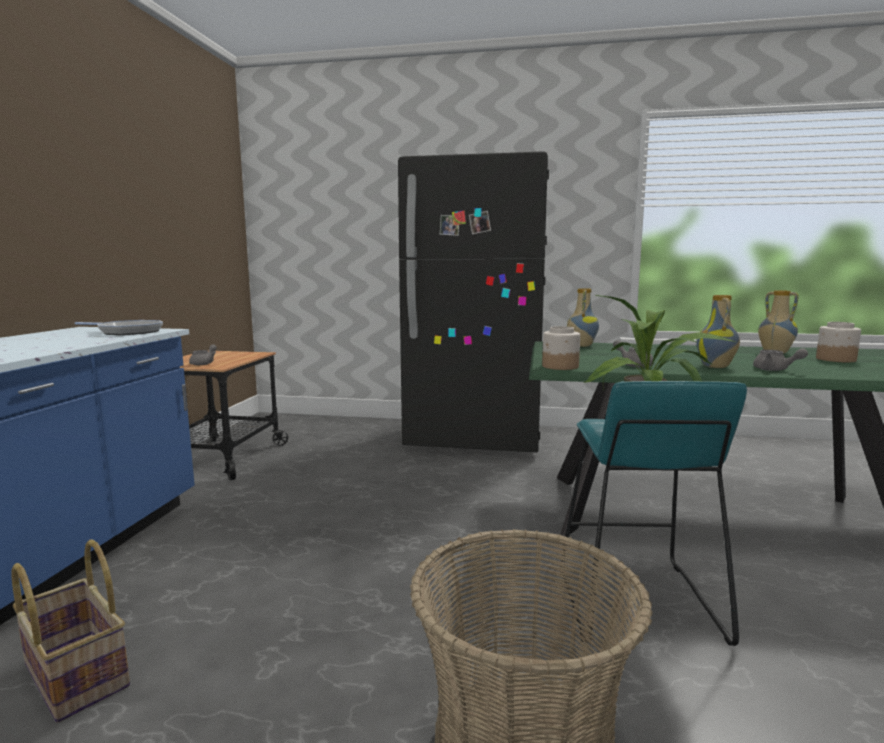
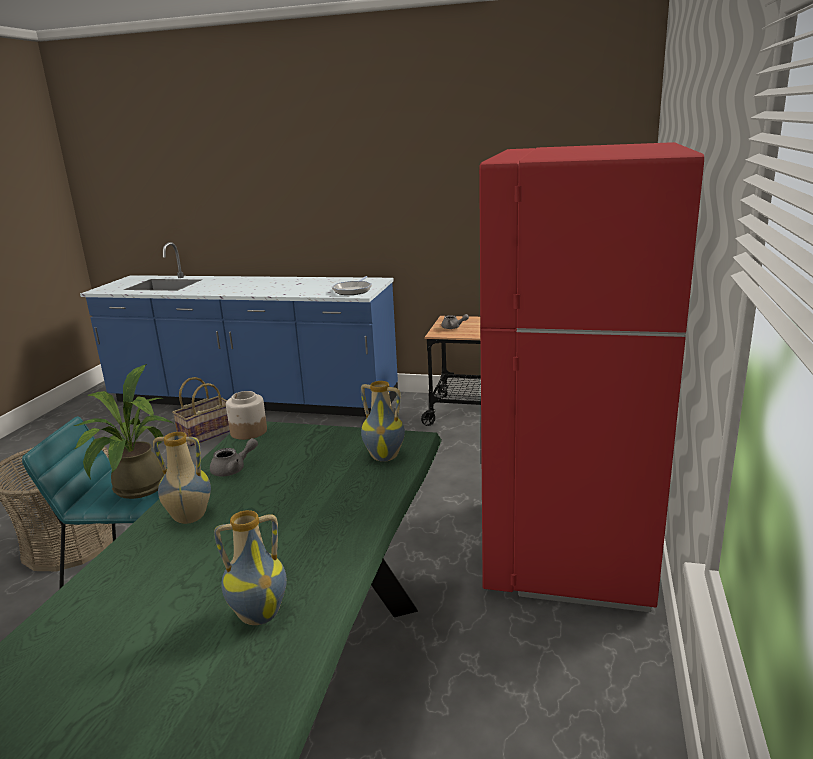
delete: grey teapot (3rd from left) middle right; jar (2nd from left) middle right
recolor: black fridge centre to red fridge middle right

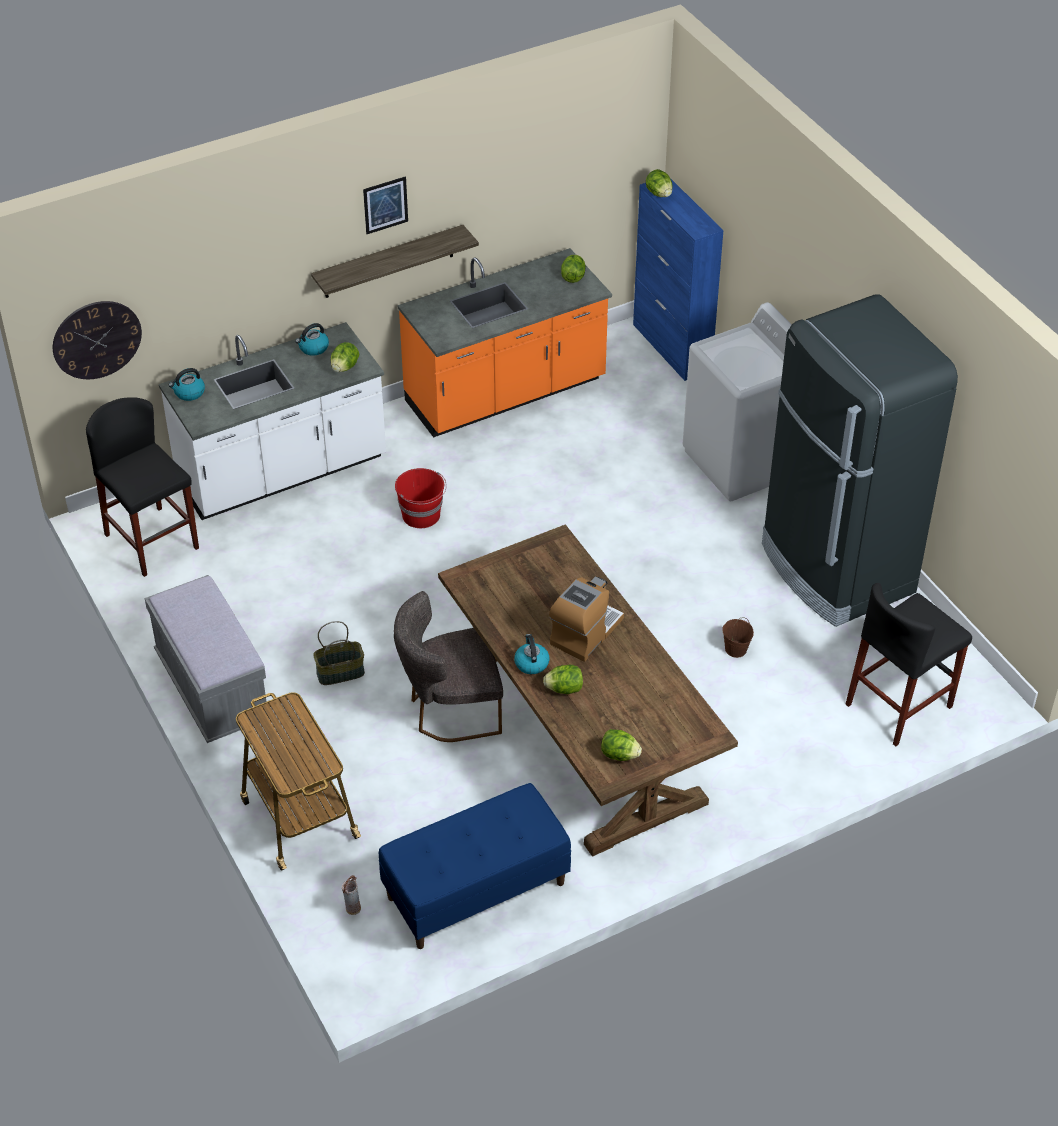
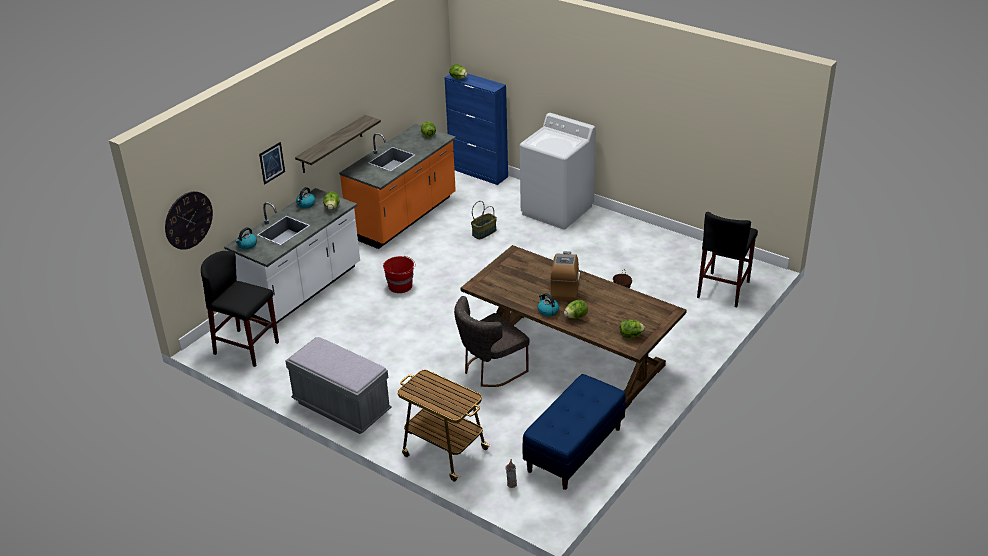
delete: black fridge middle right
move: basket middle left to centre; picture top centre to top left

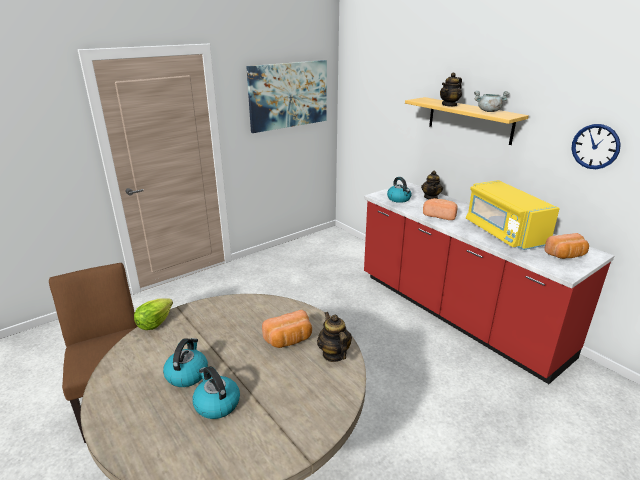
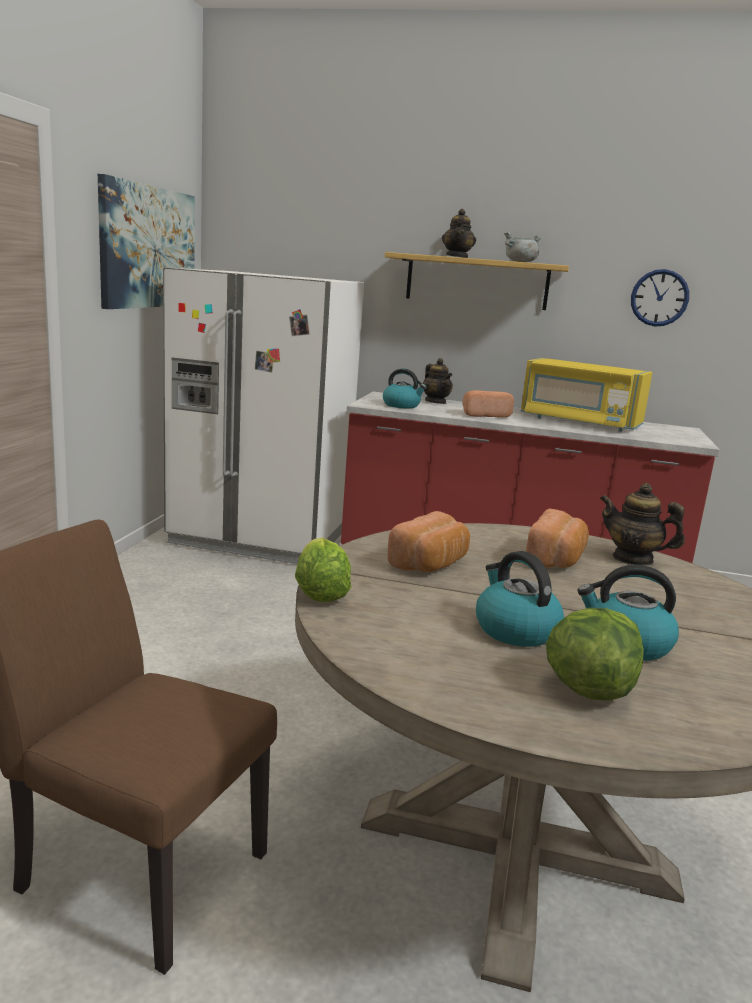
insert: white fridge centre; lettuce (2nd from left) middle right
move: bread (3rd from left in the first image) middle right to bread (1st from left) centre

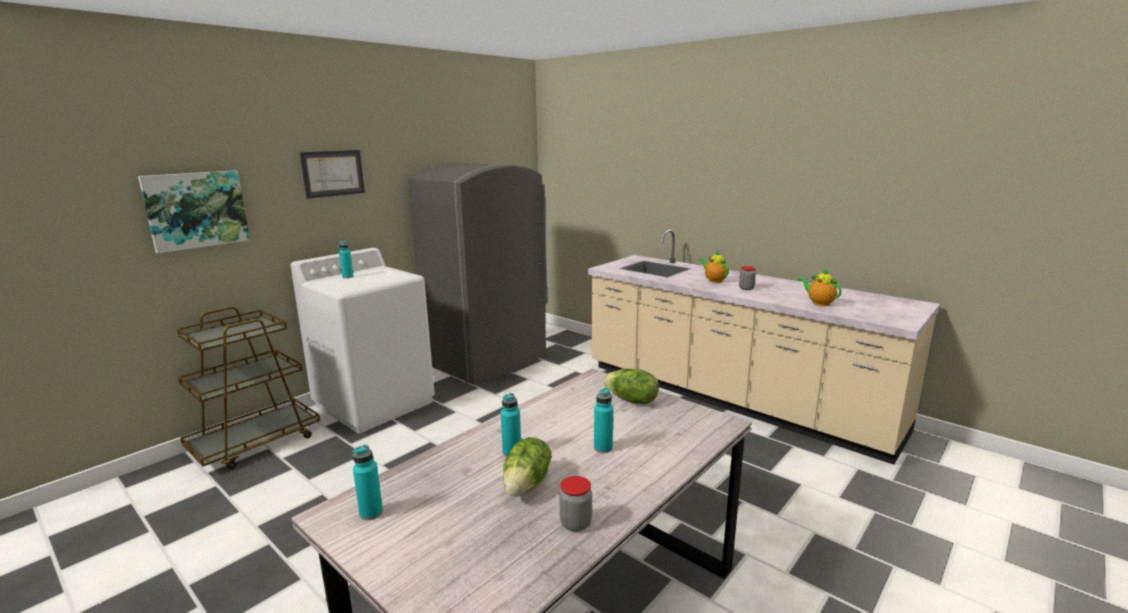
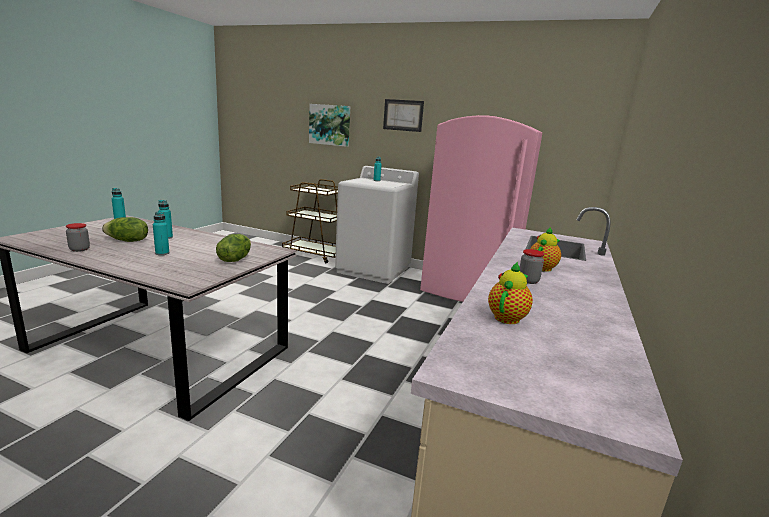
recolor: grey fridge centre to pink fridge centre

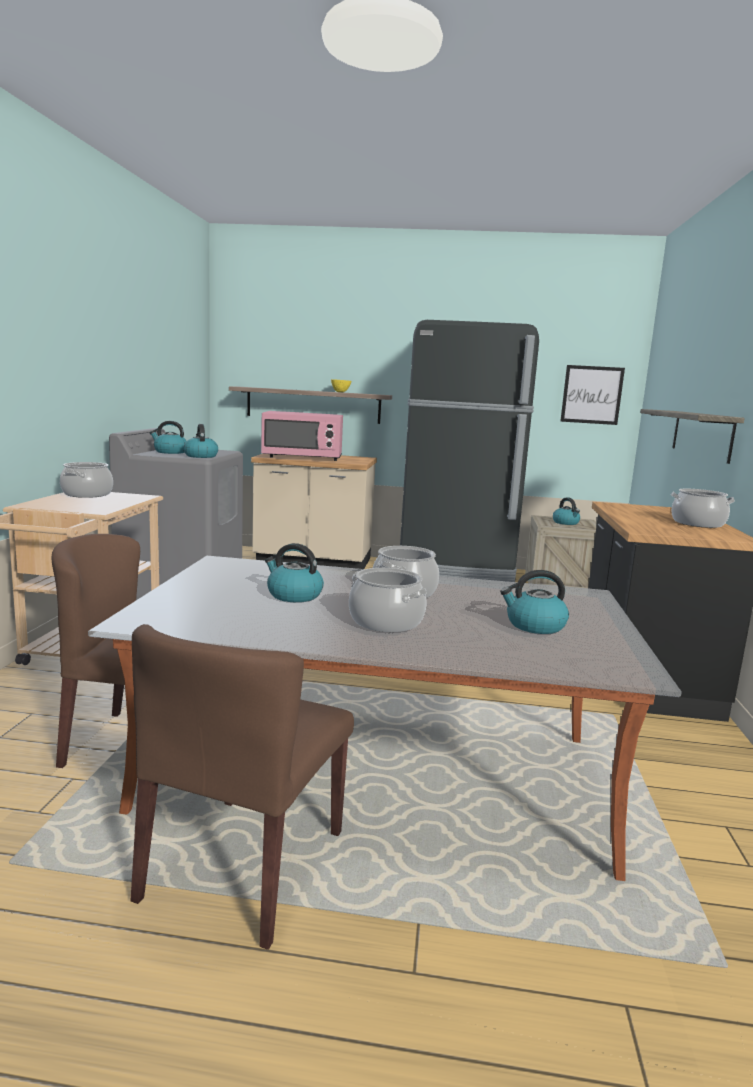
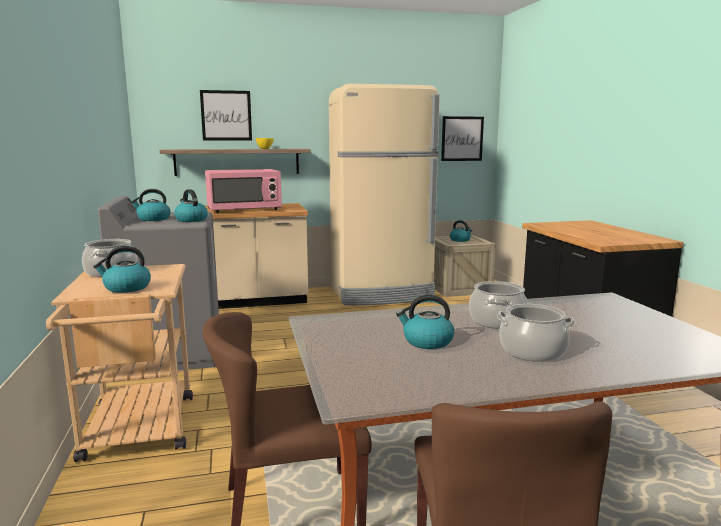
delete: shelf (2nd from left) middle right; cooking pot (4th from left) middle right
insert: picture (1st from left) top left
move: kettle (4th from left in the first image) middle right to kettle (1st from left) middle left
recolor: black fridge centre to beige fridge centre

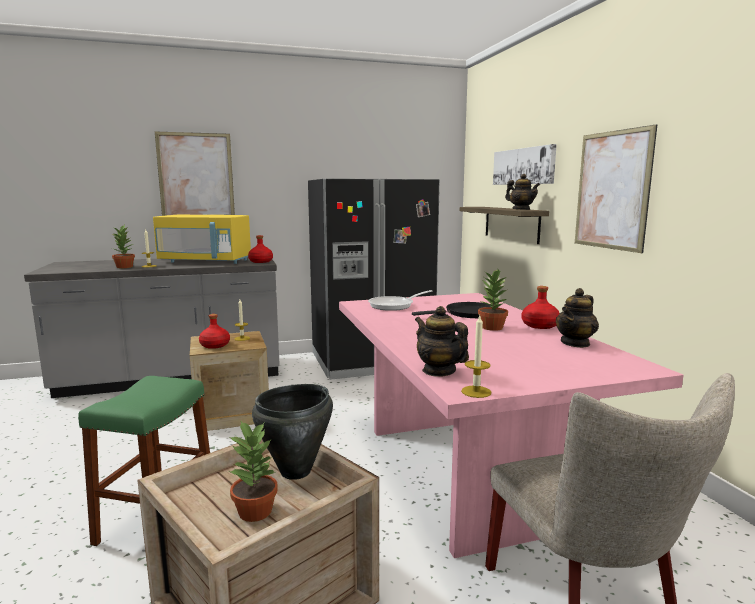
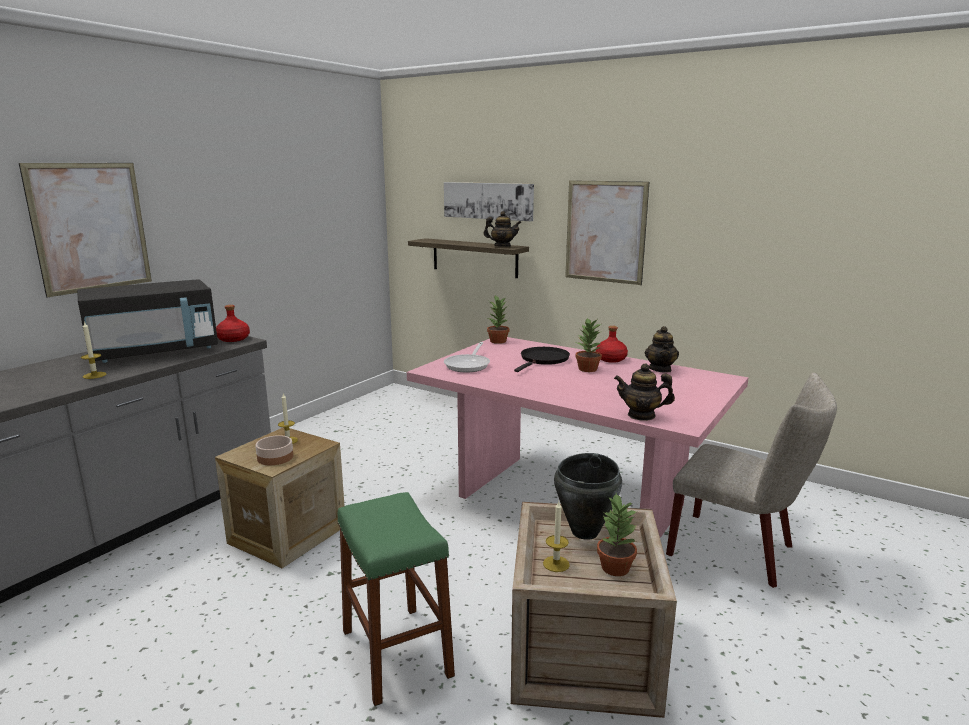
delete: black fridge centre
move: potted plant (1st from left) middle left to centre; candle (3rd from left) centre to bottom centre
replace: red bottle (1st from left) middle left to bowl middle left
recolor: yellow microwave middle left to black microwave middle left

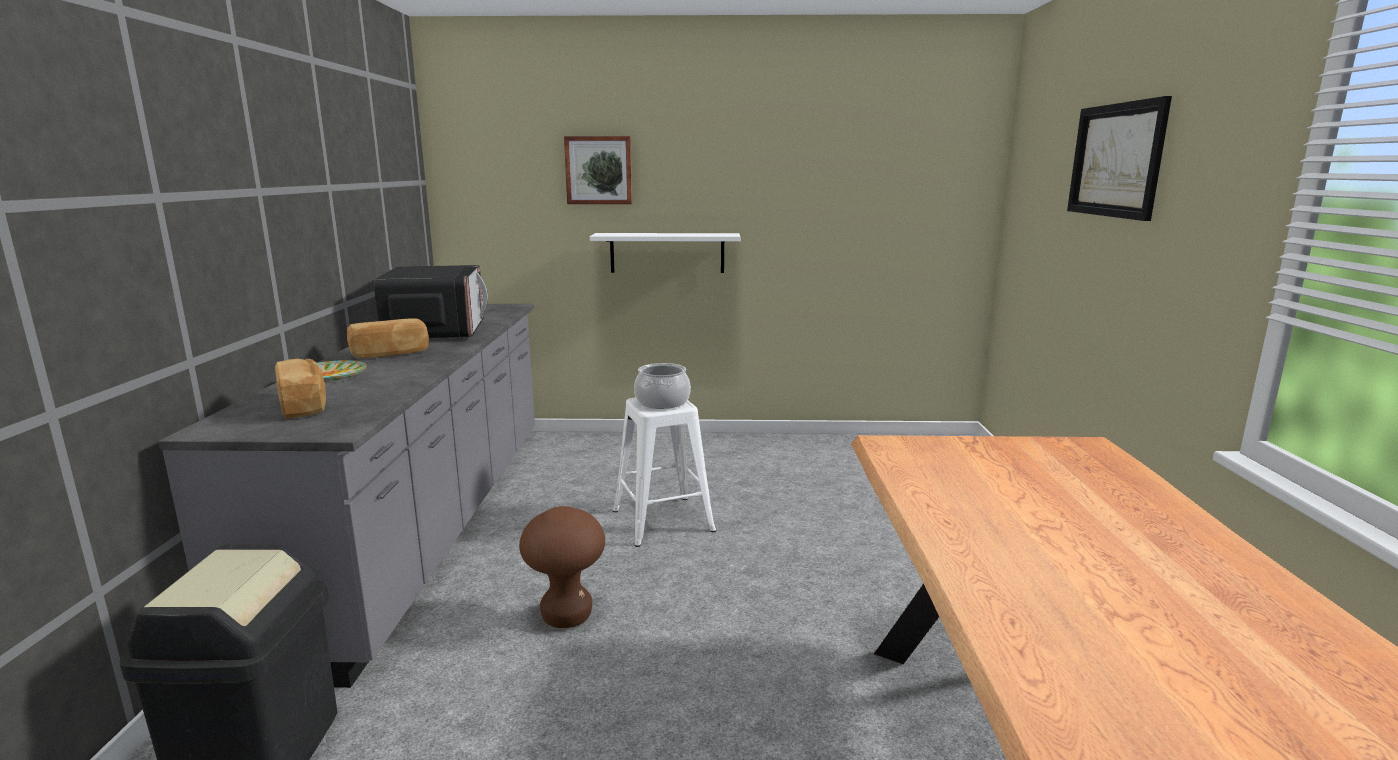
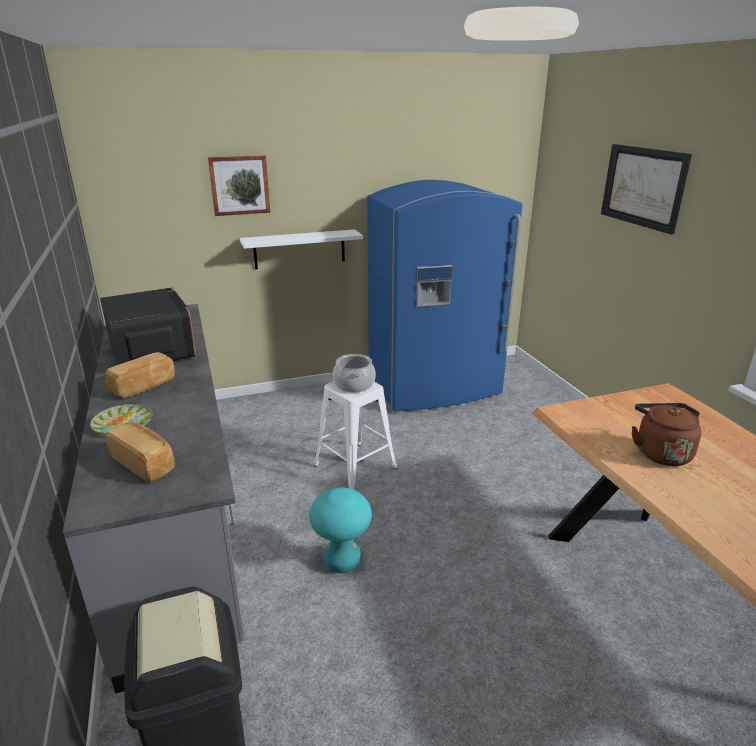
insert: blue fridge centre; brown kettle middle right
recolor: brown stool bottom centre to turquoise stool bottom centre

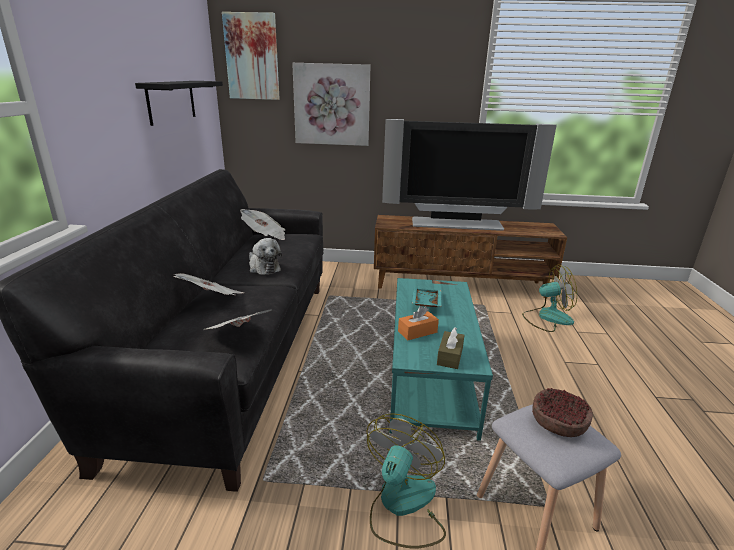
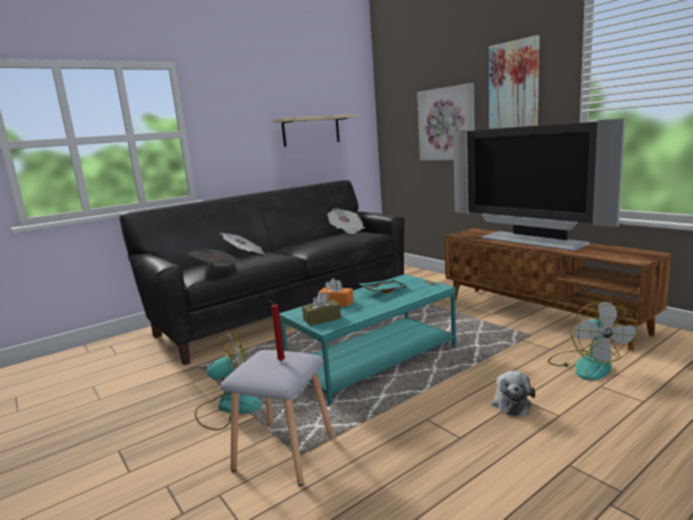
move: picture (1st from left in the first image) top centre to picture (2nd from left) top right; plush toy centre to bottom right
replace: bowl bottom right to red candle centre
recolor: black shelf top left to beige shelf top centre
rotate: fan (2nd from left) middle right = middle right 45 degrees clockwise

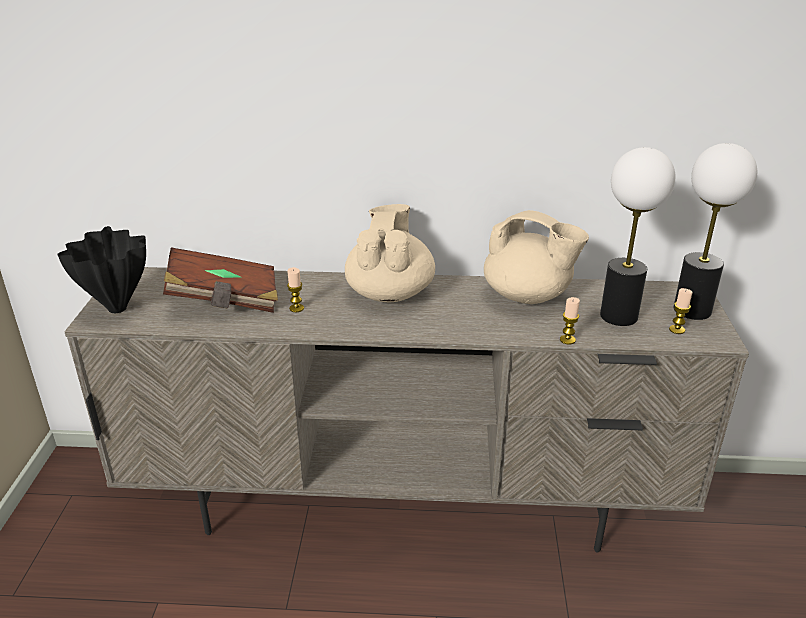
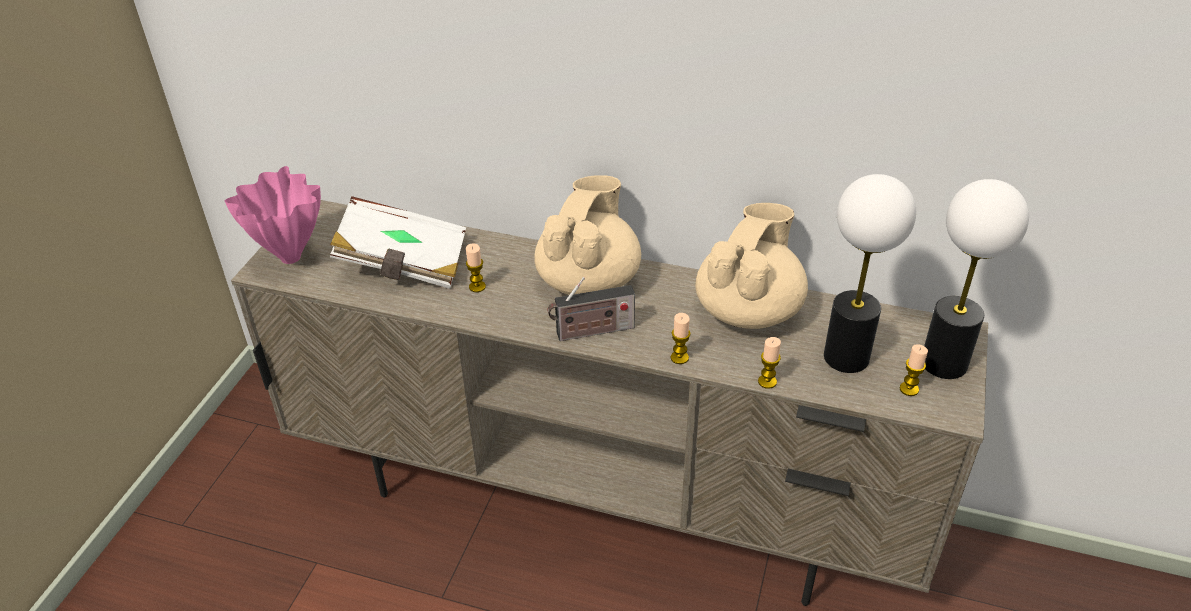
insert: radio centre; candle (2nd from left) centre
recolor: black vase middle left to pink vase middle left; brown book middle left to white book centre
rotate: beige teapot (2nd from left) centre = centre 105 degrees counterclockwise

